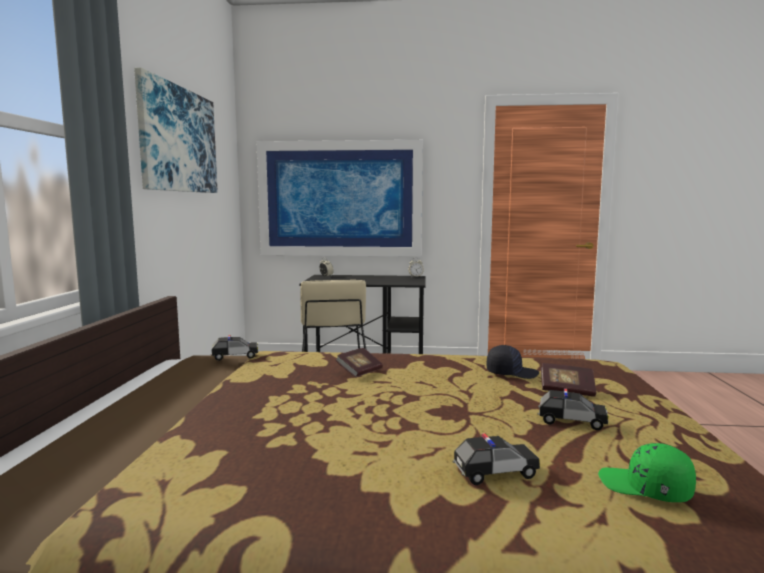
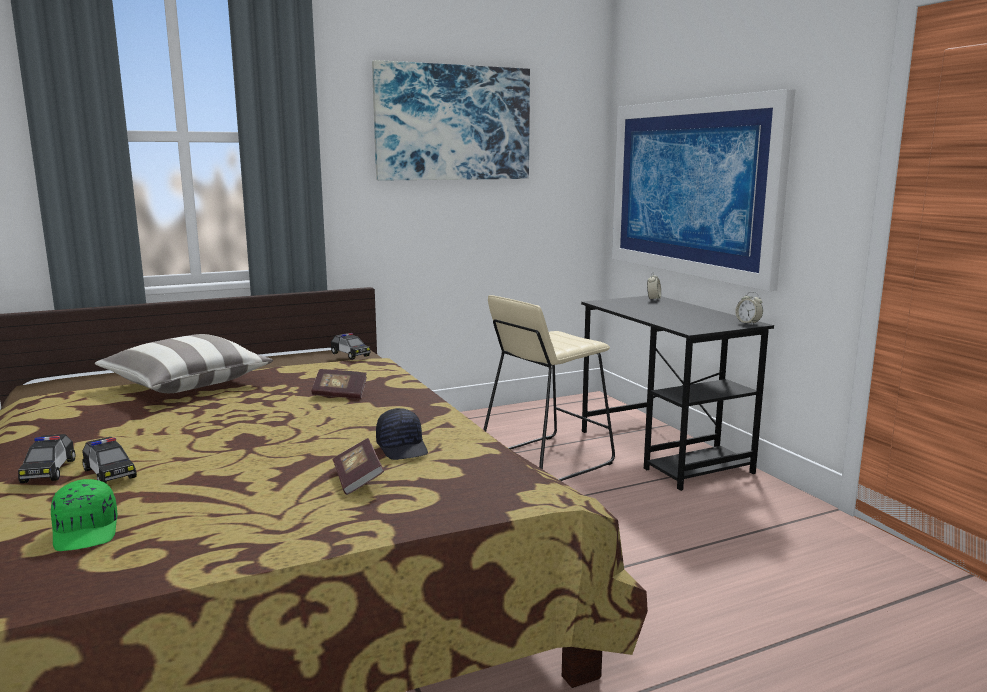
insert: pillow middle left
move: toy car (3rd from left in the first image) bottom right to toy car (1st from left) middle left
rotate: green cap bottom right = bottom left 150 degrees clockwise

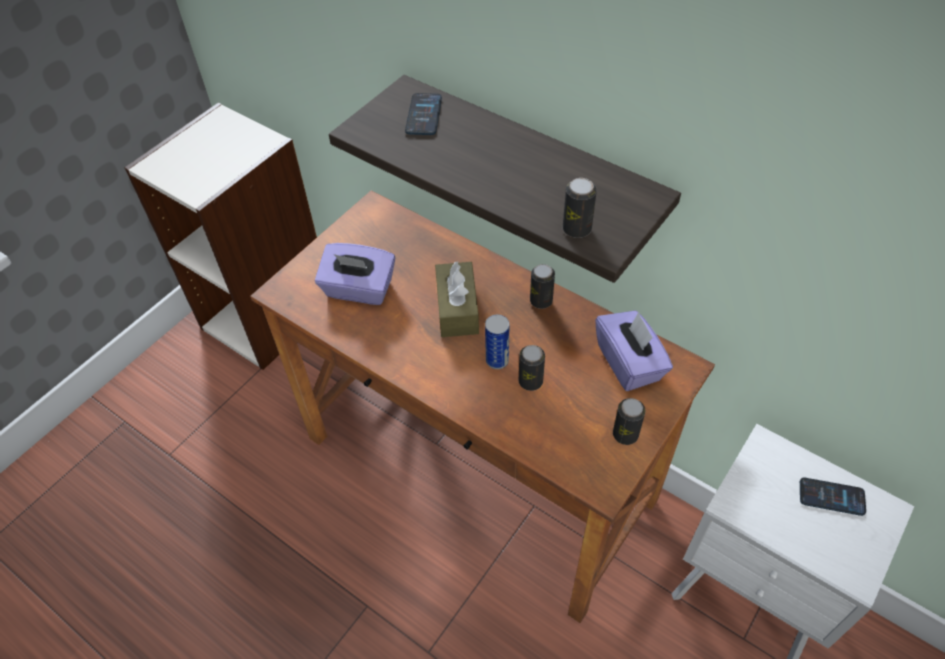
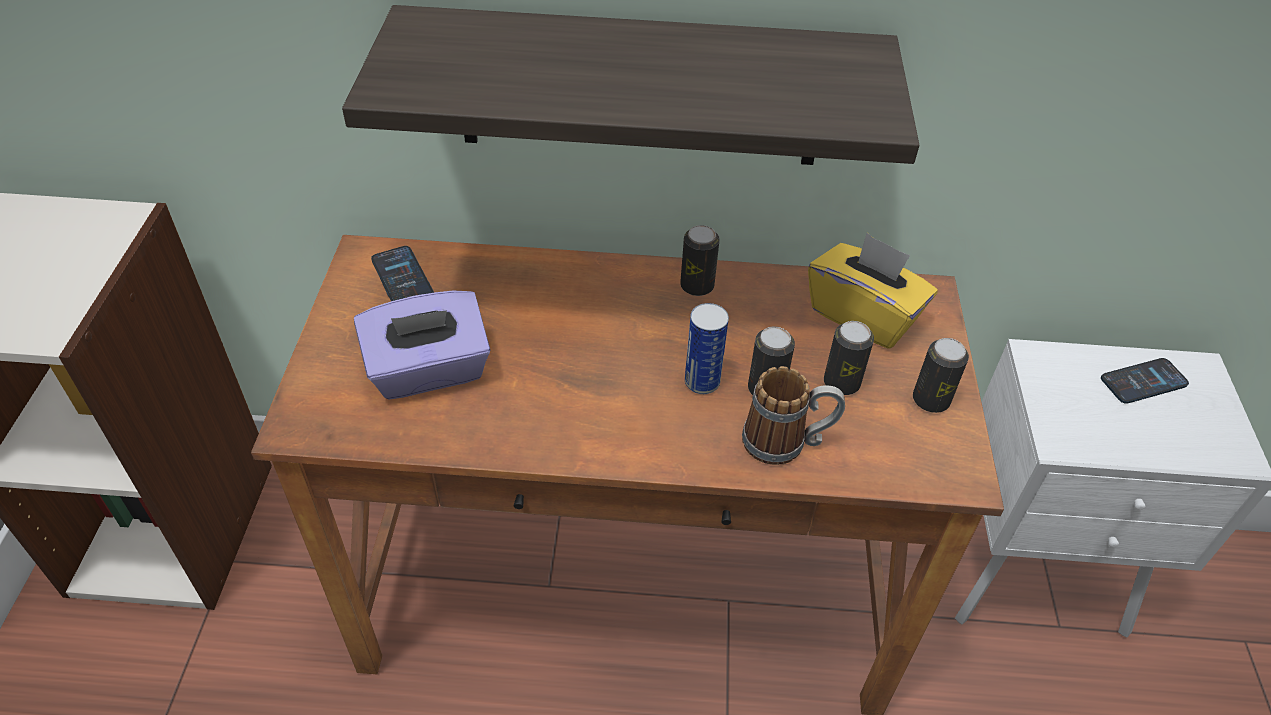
delete: brown tissue box centre
insert: mug centre
move: phone (1st from left) top centre to middle left; can (4th from left) top centre to middle right
recolor: purple tissue box (2nd from left) middle right to yellow tissue box middle right

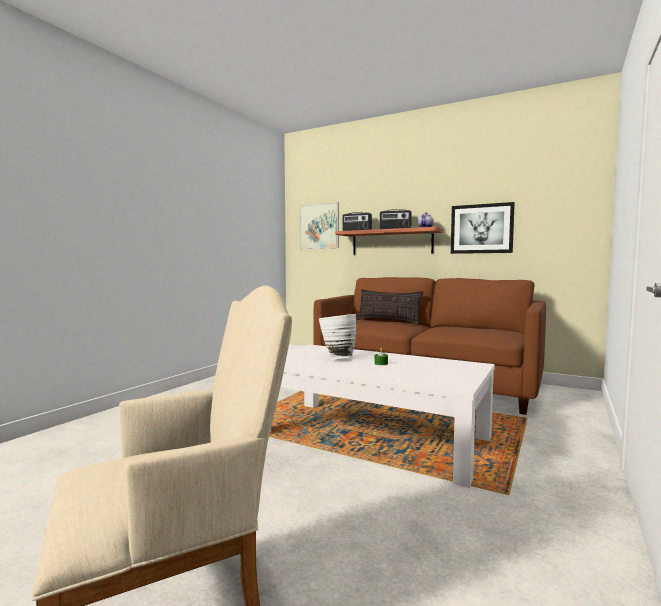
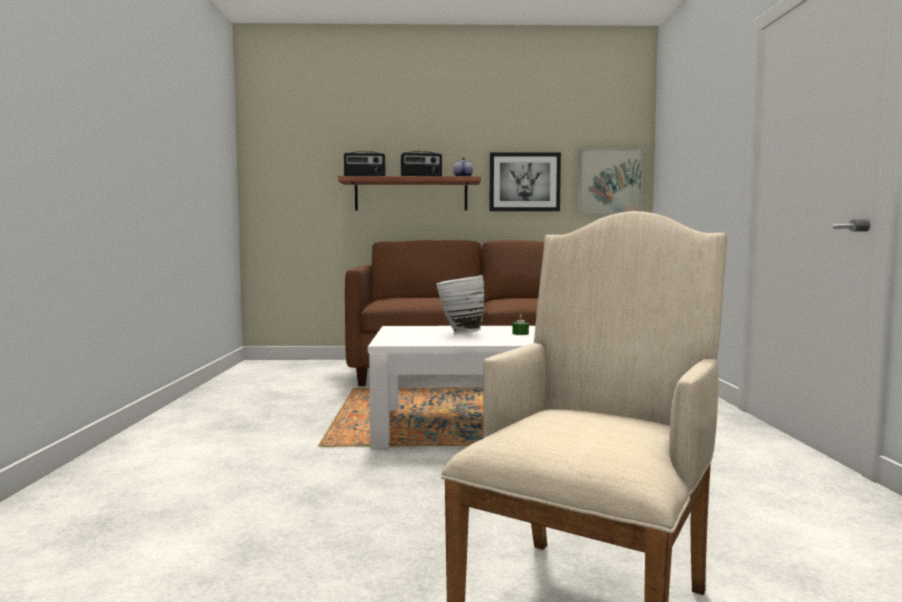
delete: pillow centre
move: picture (1st from left in the first image) centre to picture (2nd from left) top right

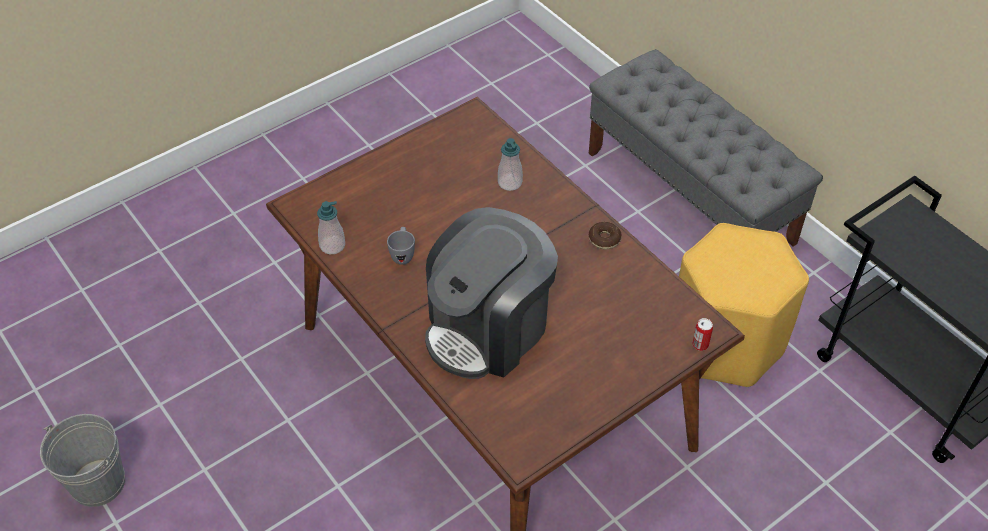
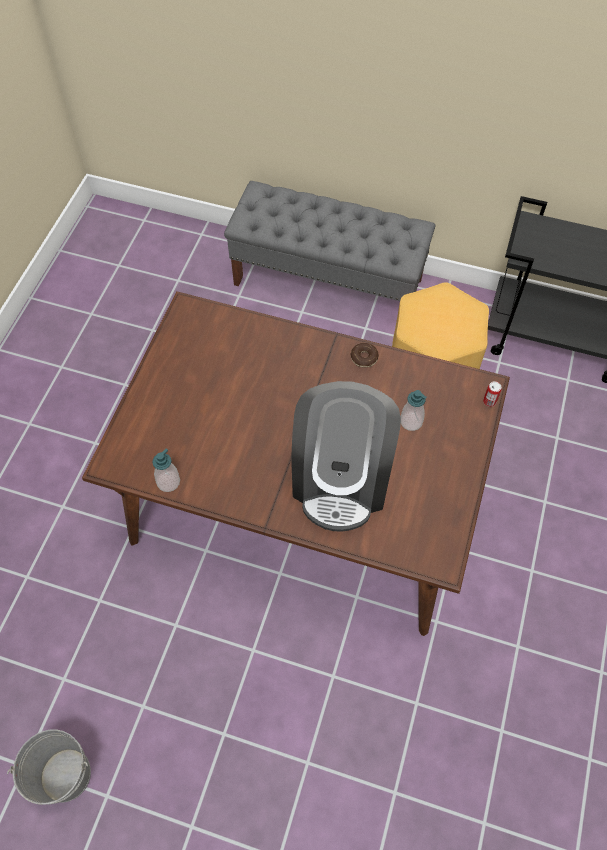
delete: grey mug centre
move: soap dispenser (2nd from left) top centre to middle right

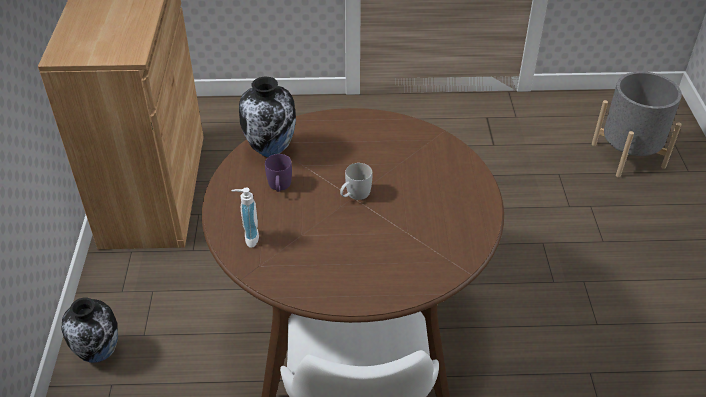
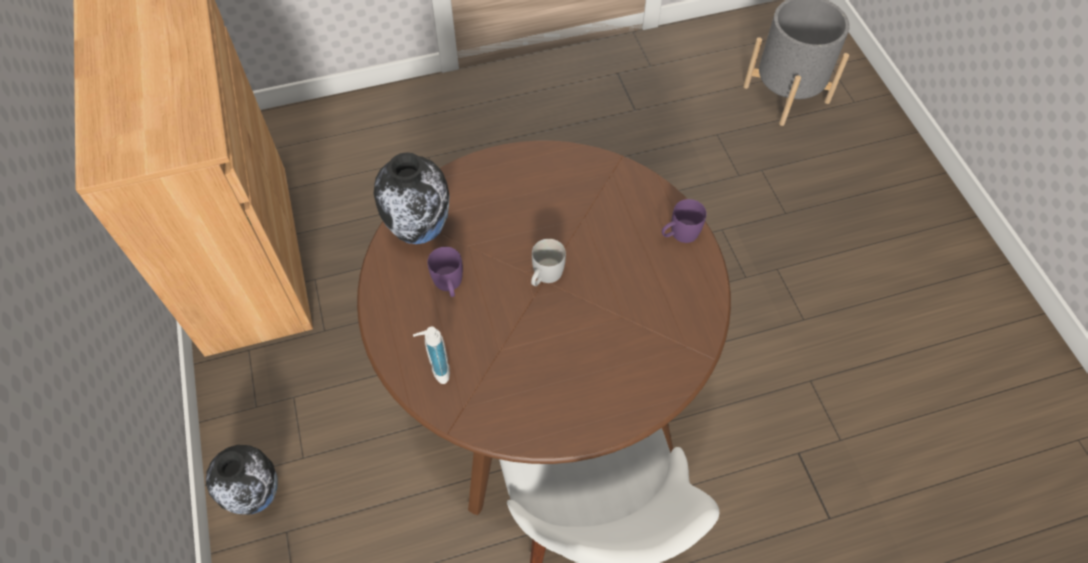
insert: purple mug (2nd from left) centre

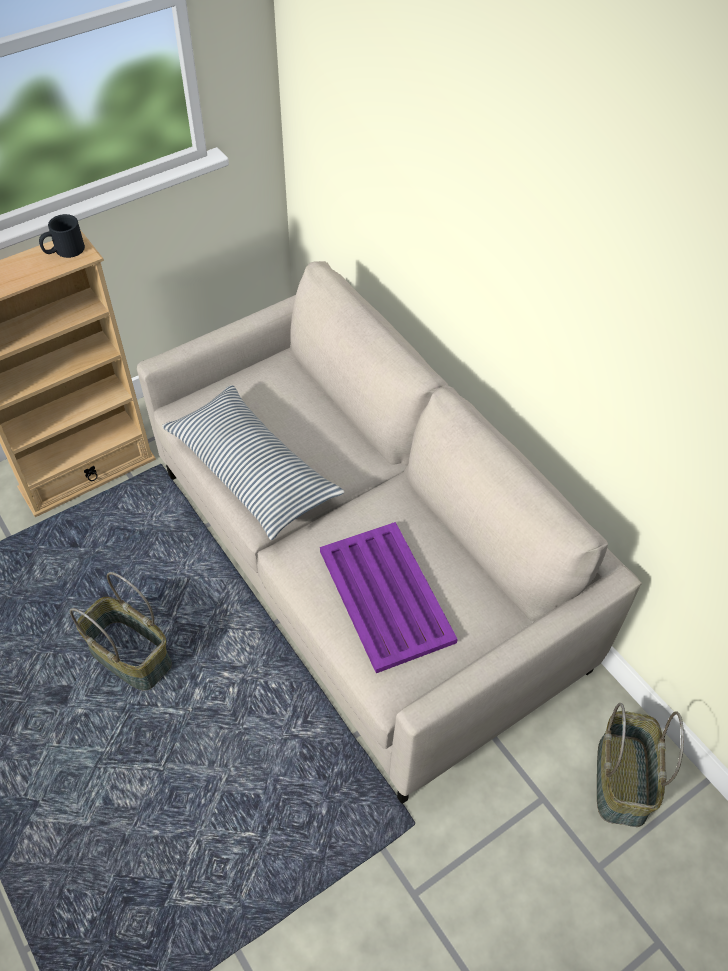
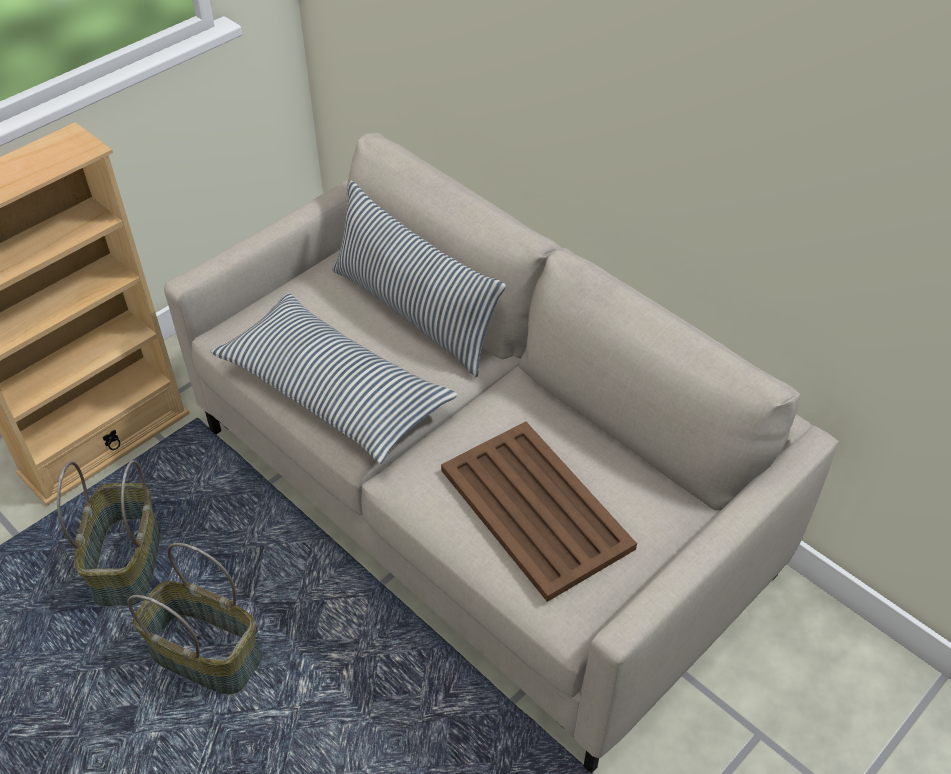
delete: black mug top left
insert: pillow (2nd from left) centre
move: basket (2nd from left in the first image) bottom right to basket (1st from left) bottom left
recolor: purple tray centre to brown tray centre

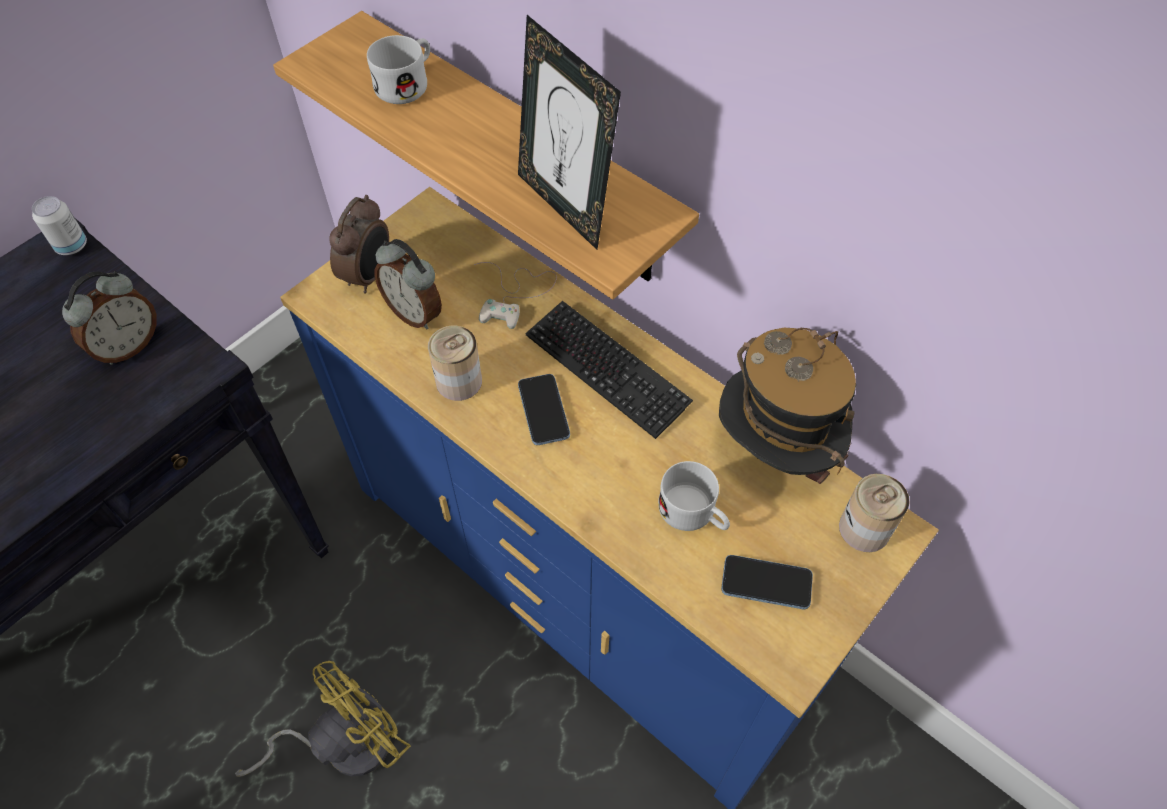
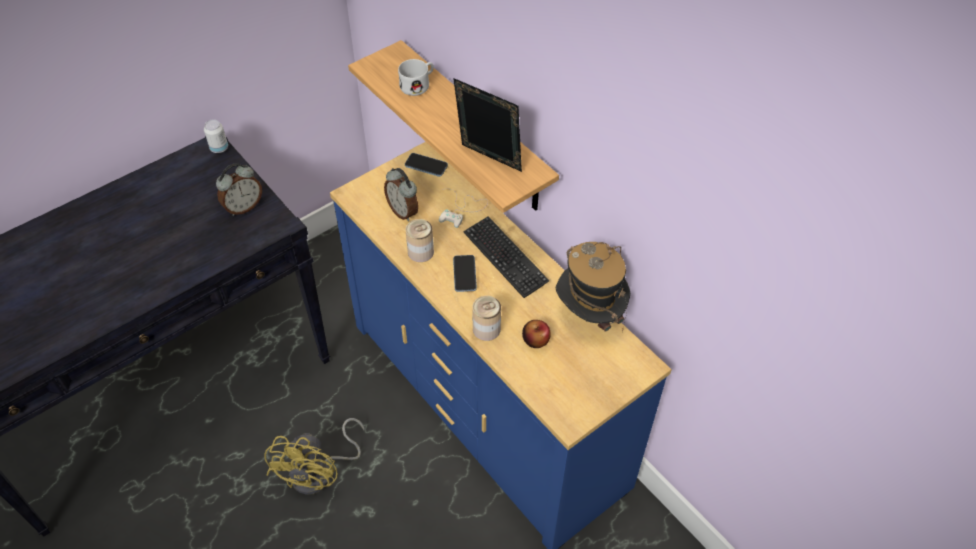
delete: alarm clock (2nd from left) top left
move: phone (2nd from left in the first image) bottom centre to phone (1st from left) top centre; can (3rd from left) middle right to centre
replace: white mug (2nd from left) centre to apple centre
rotate: yellow fan bottom left = bottom left 135 degrees clockwise; picture frame top centre = top centre 150 degrees clockwise

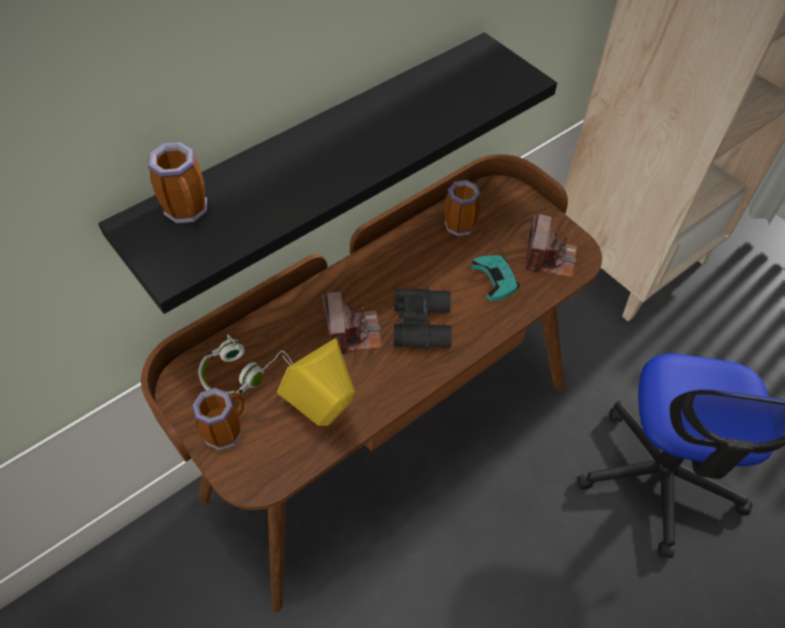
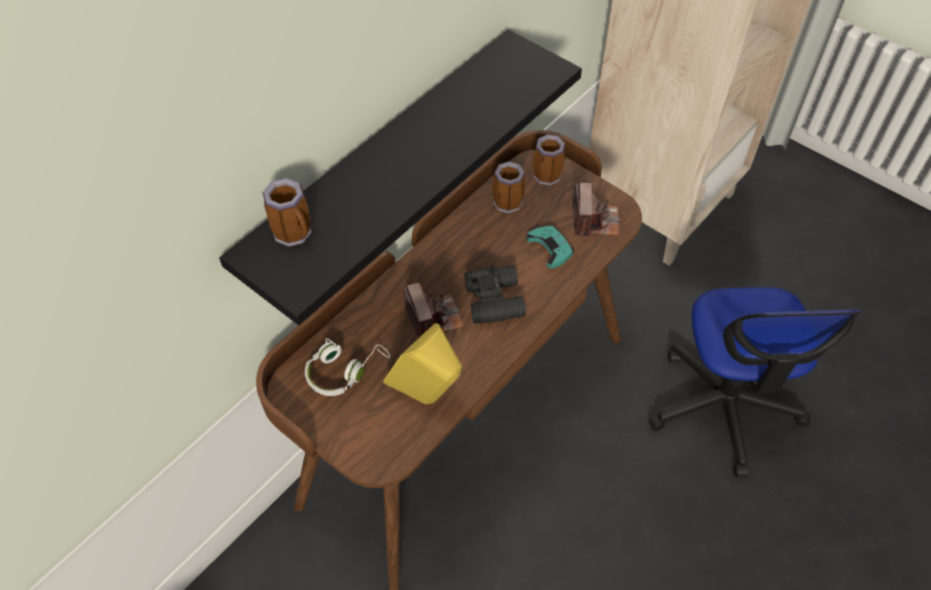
move: mug (2nd from left in the first image) bottom left to mug (3rd from left) top centre

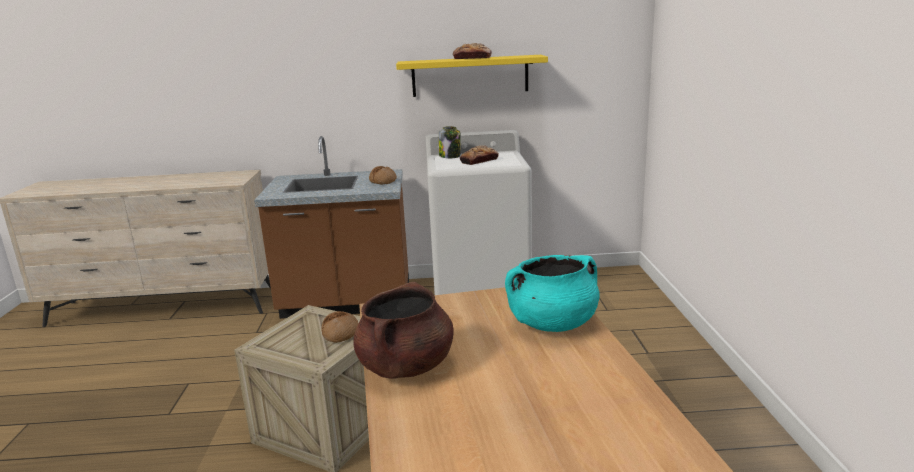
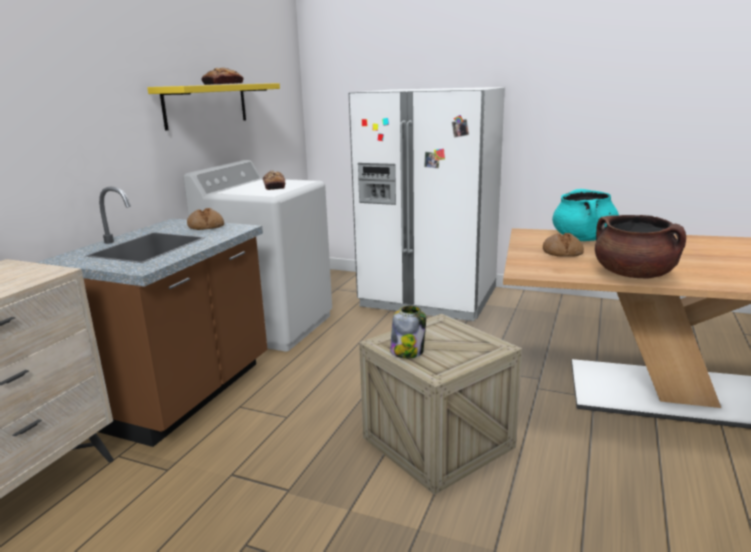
insert: white fridge centre
move: bread (1st from left in the first image) bottom centre to bread (4th from left) middle right; jar top centre to centre

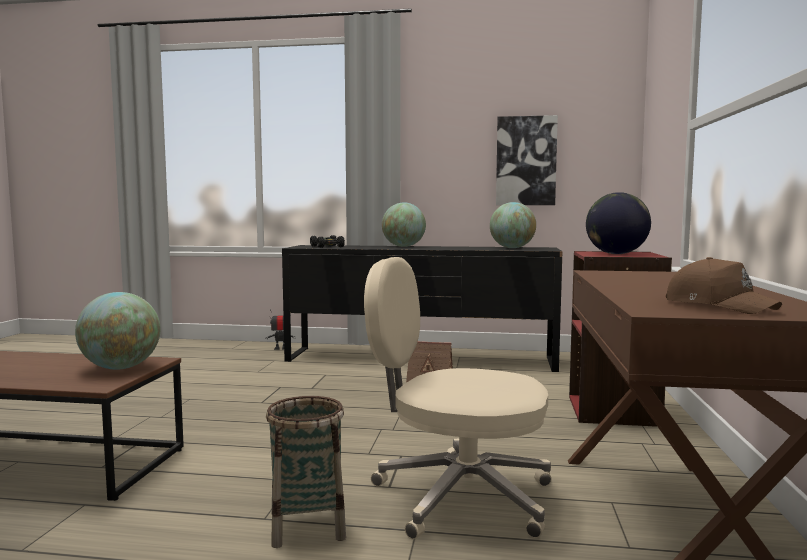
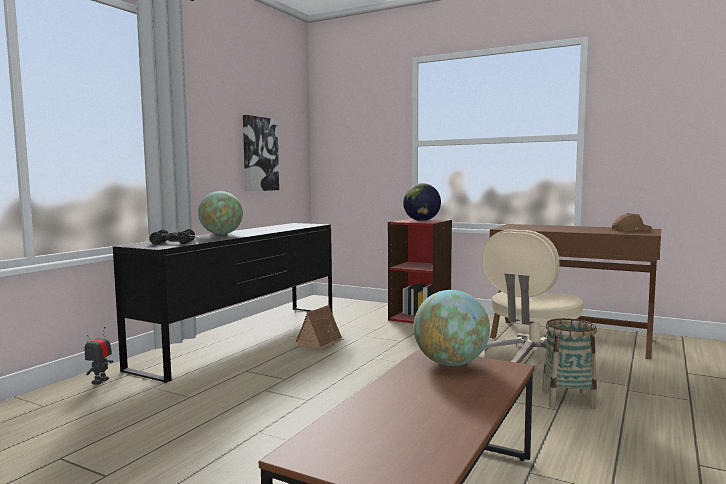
delete: globe (3rd from left) centre

